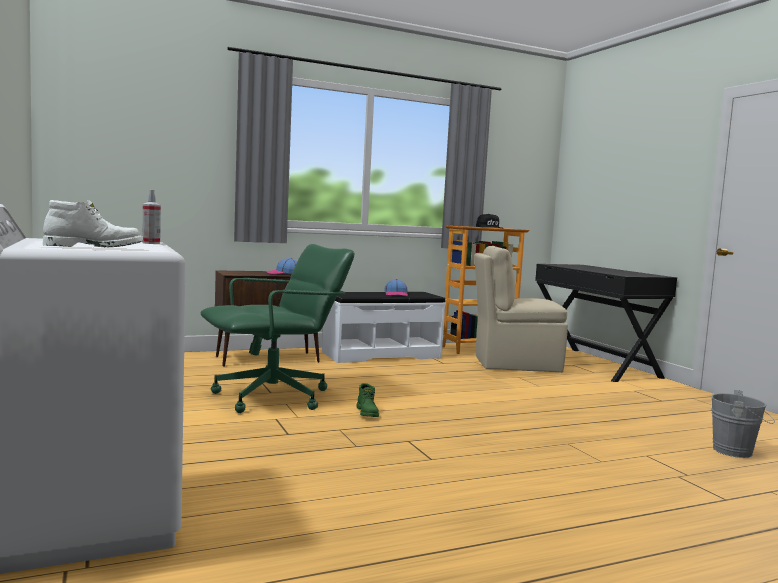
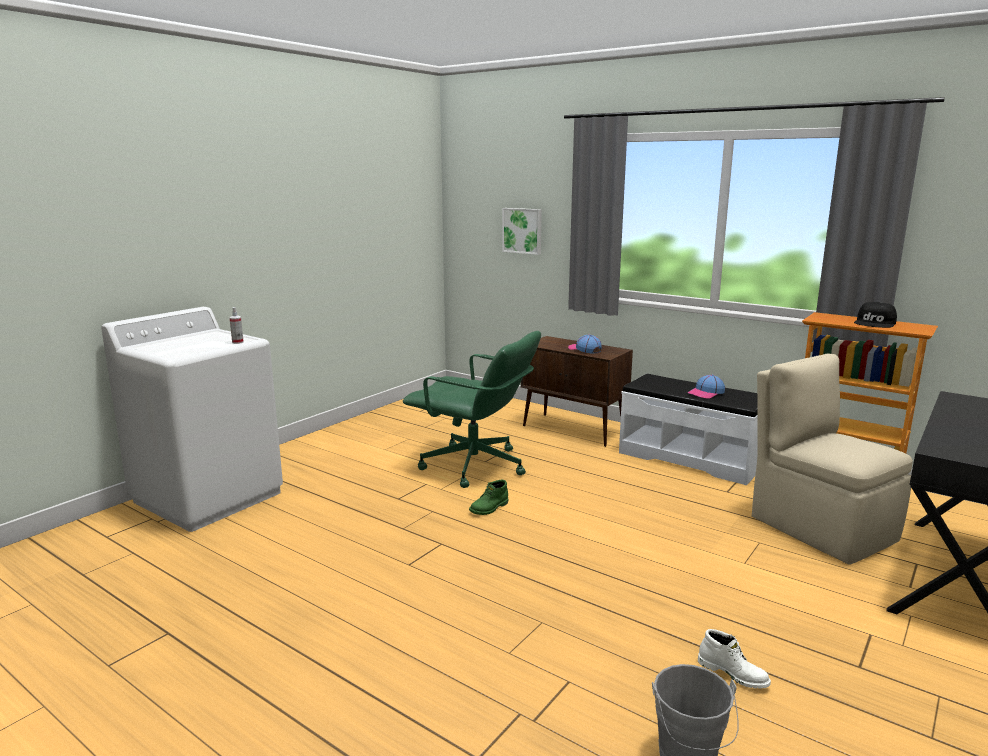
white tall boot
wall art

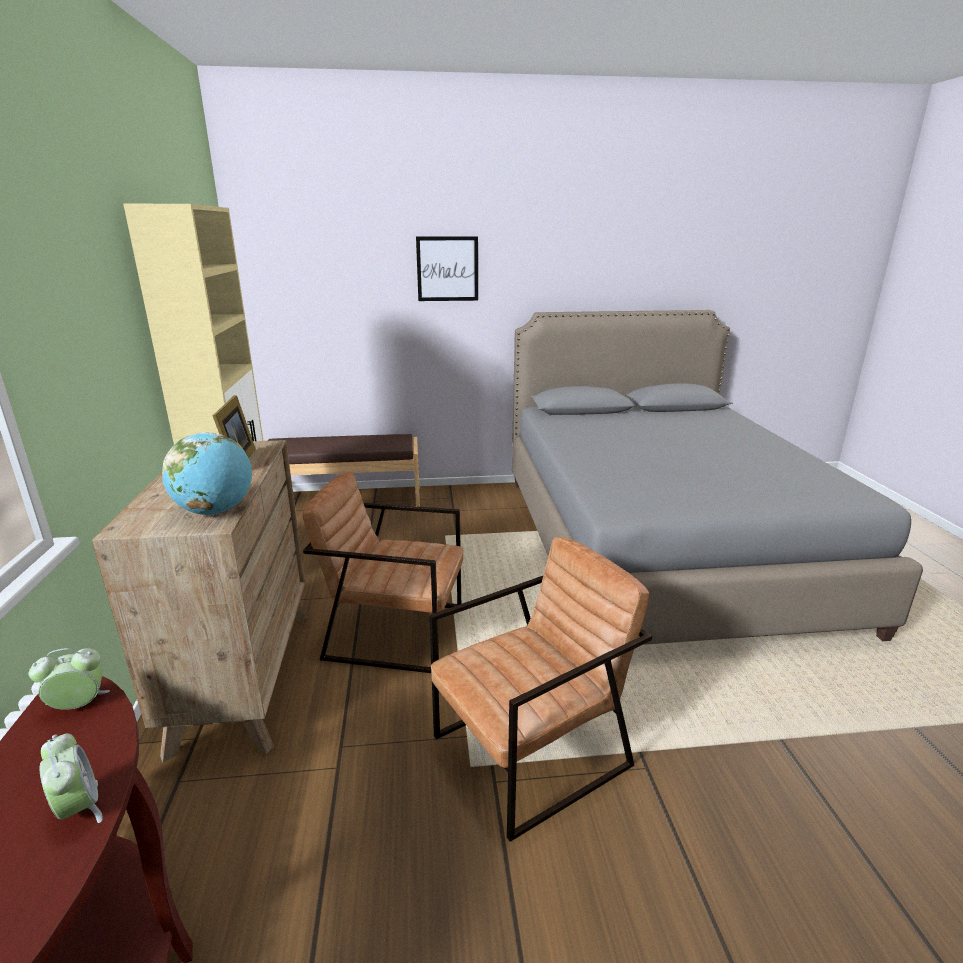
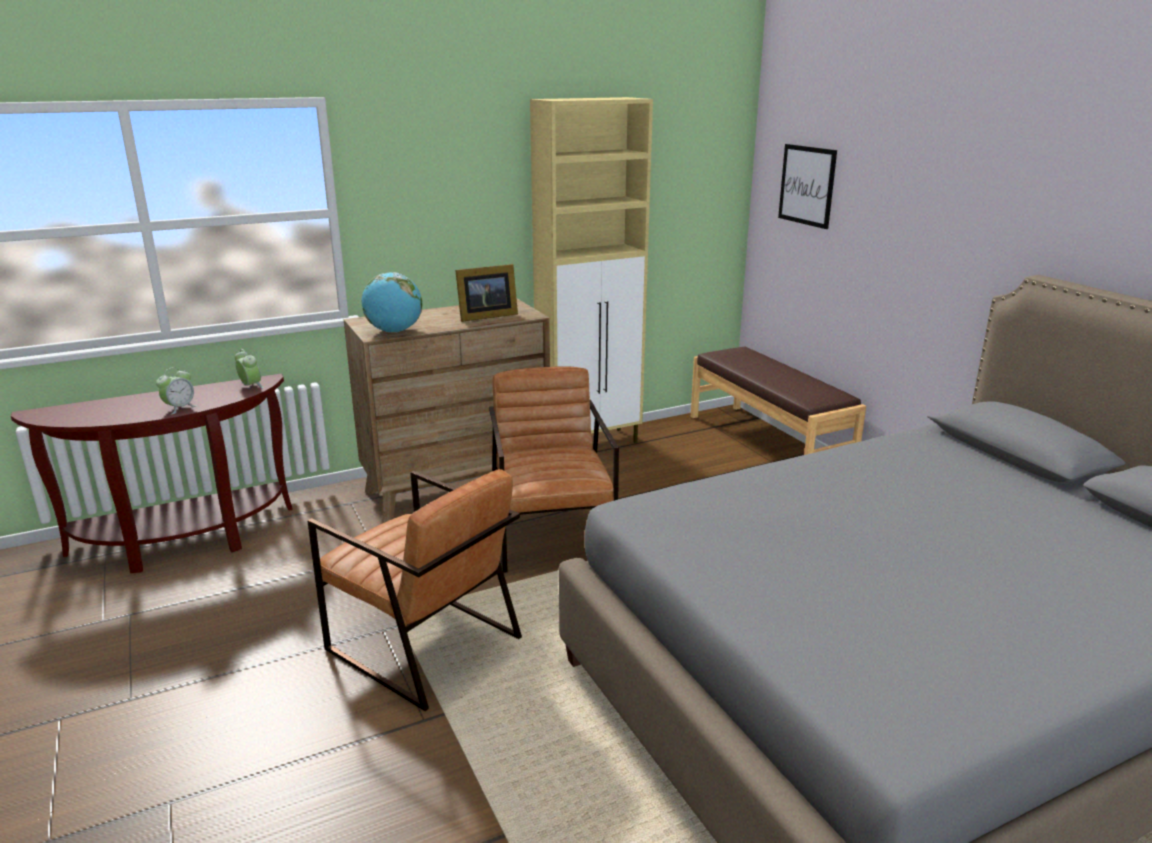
wall art

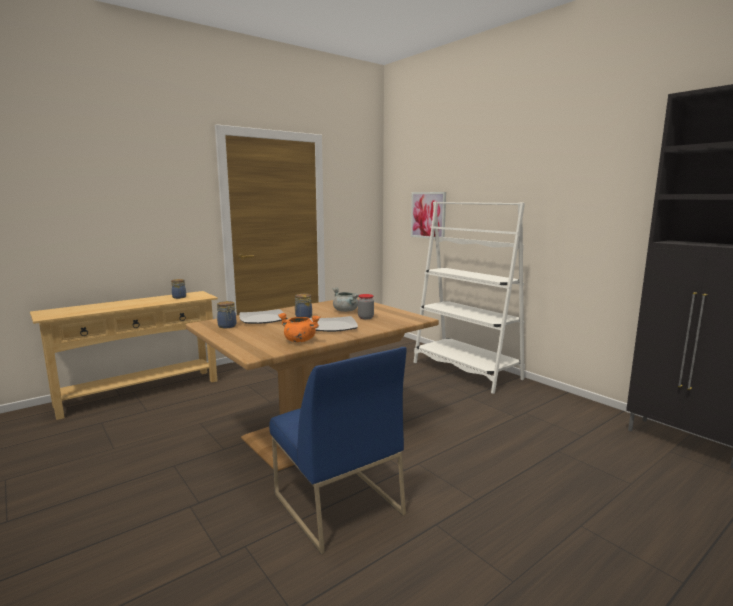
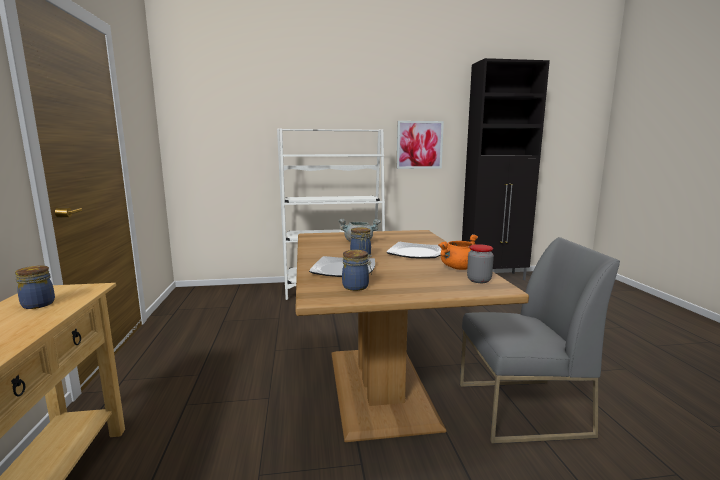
wall art
storage jar (4th from left)
gray upright chair

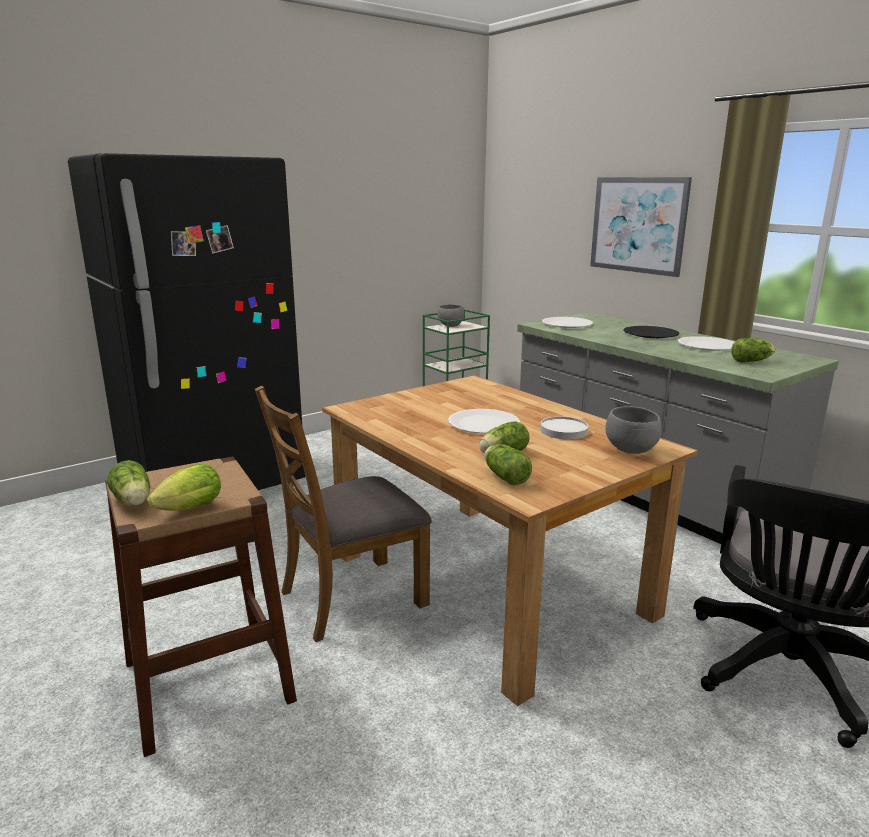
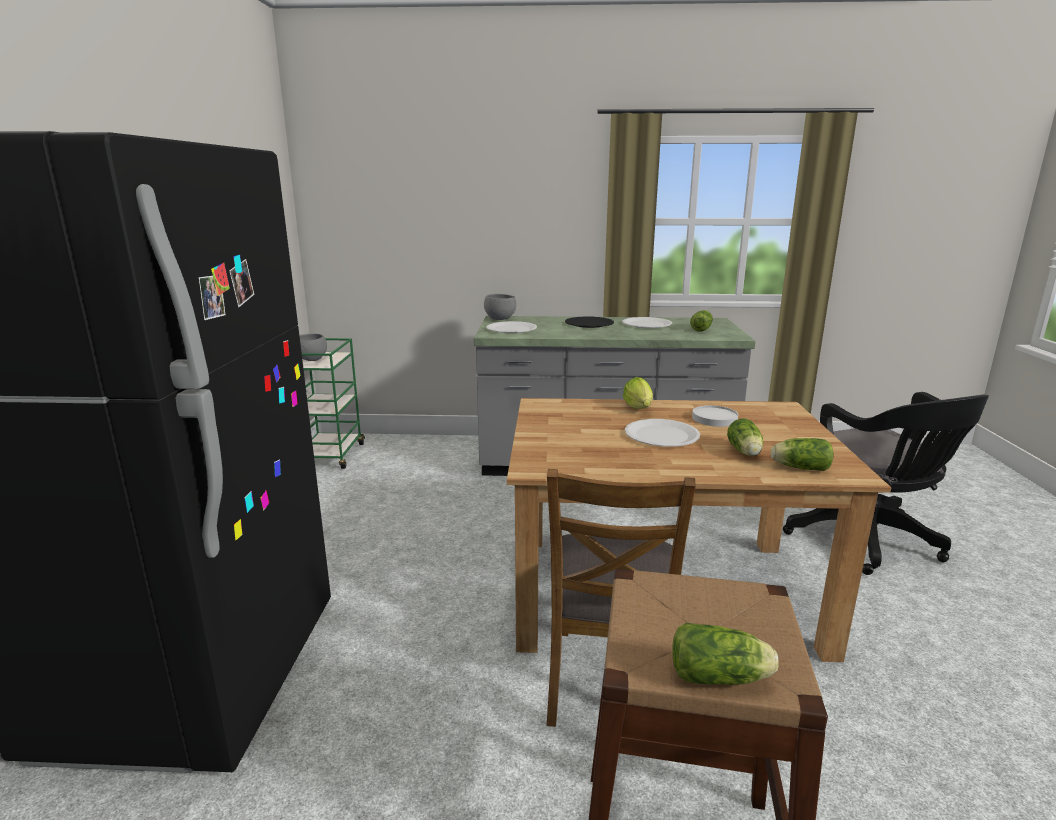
wall art
gray bowl (2nd from left)
lettuce head (1st from left)

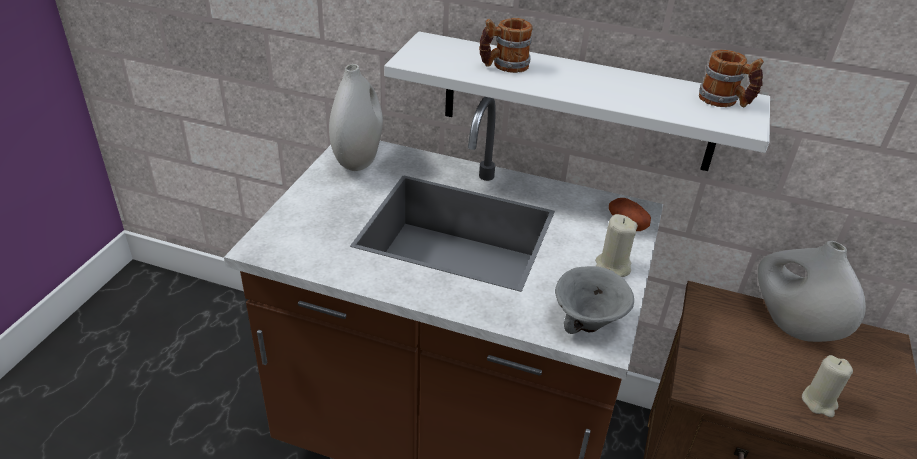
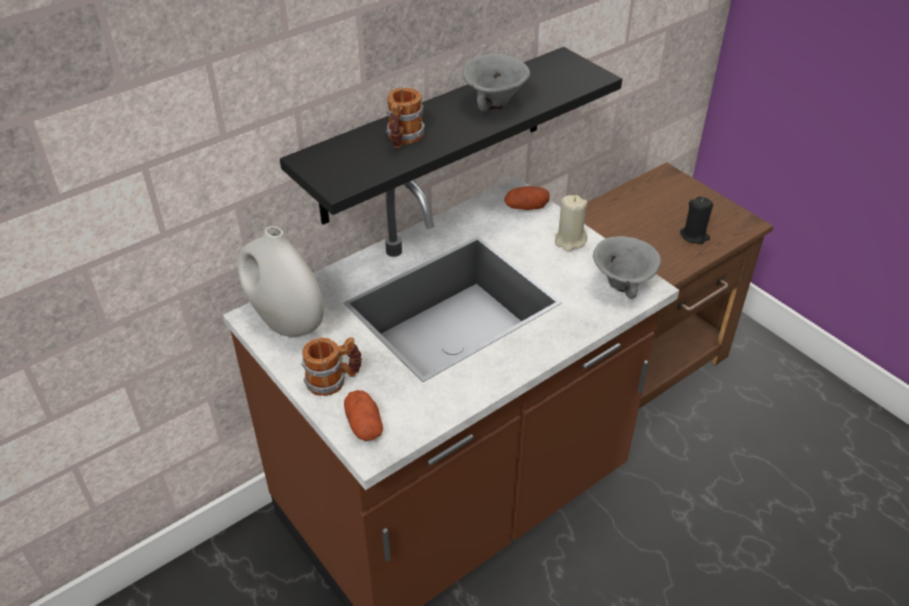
black-coloured shelf
coffee mug (1st from left)
white vase (2nd from left in the first image)
black-coloured candle
gray bowl (1st from left)
spud (1st from left)

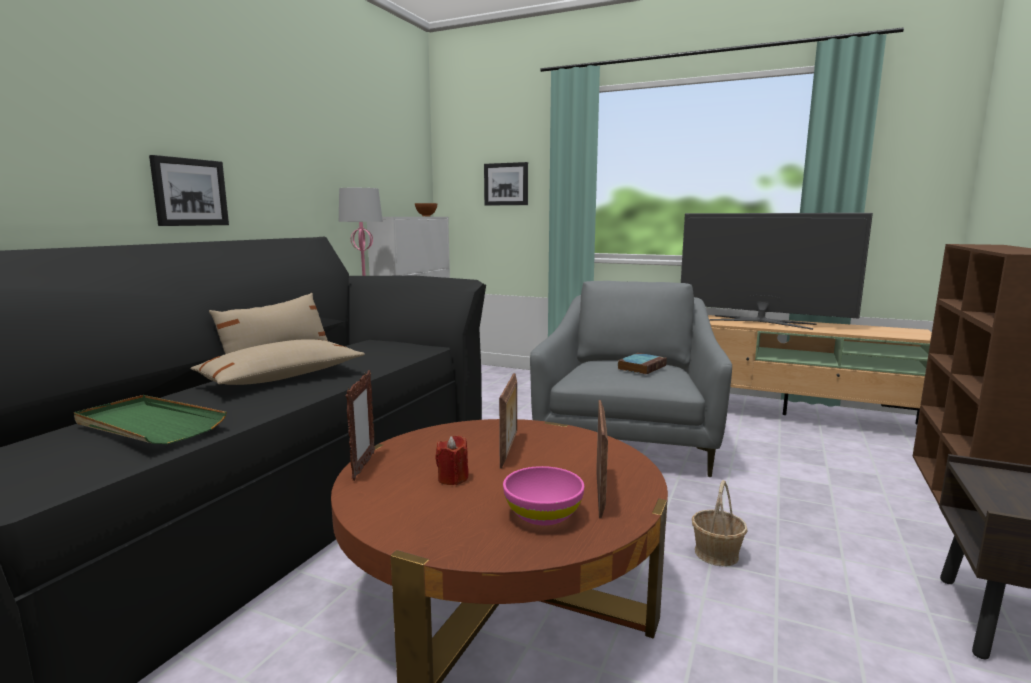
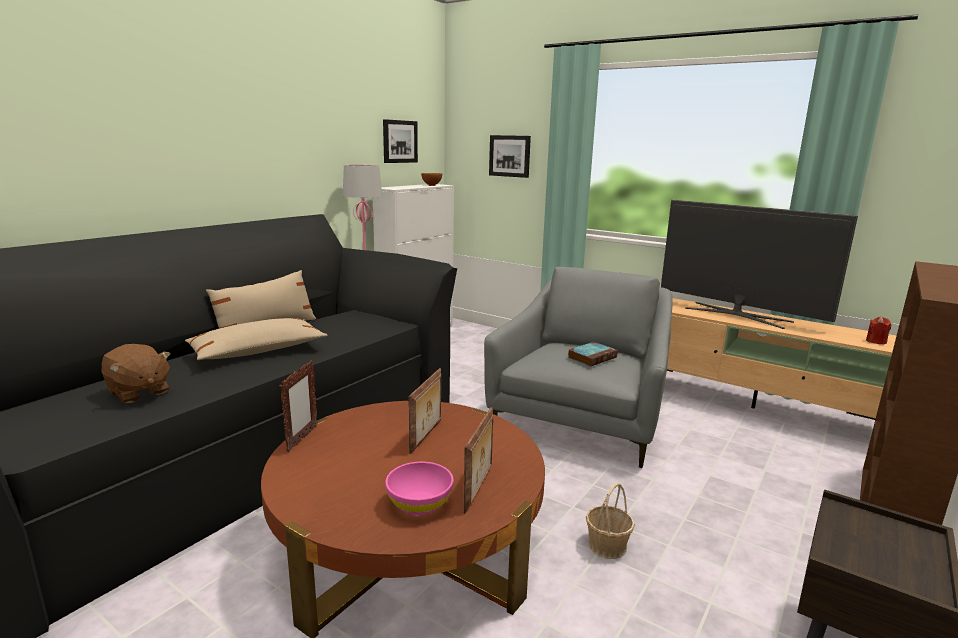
wall art (1st from left)
brown plush toy
reddish candle

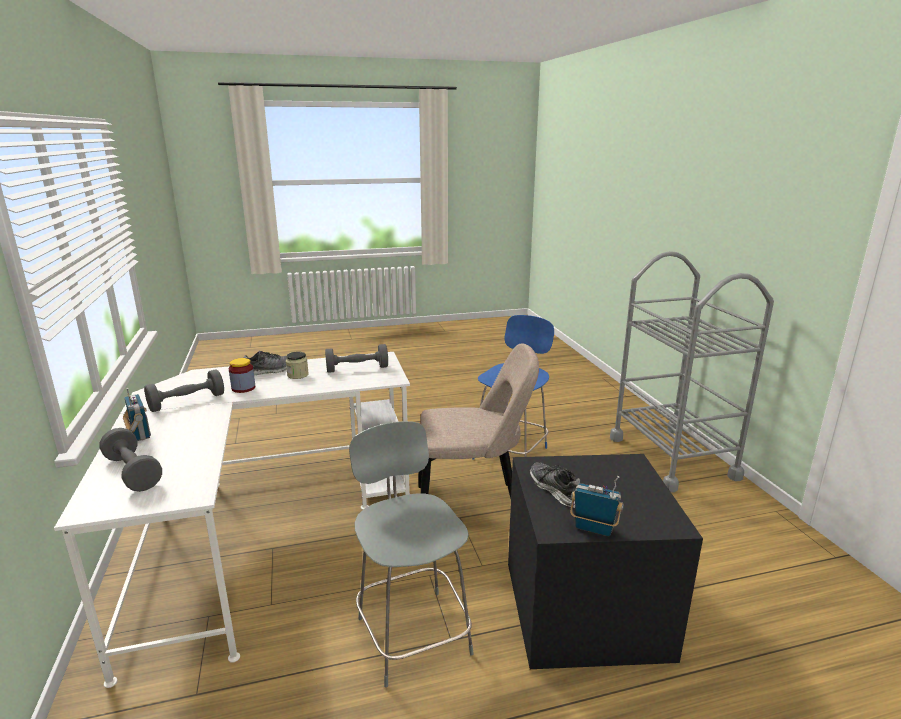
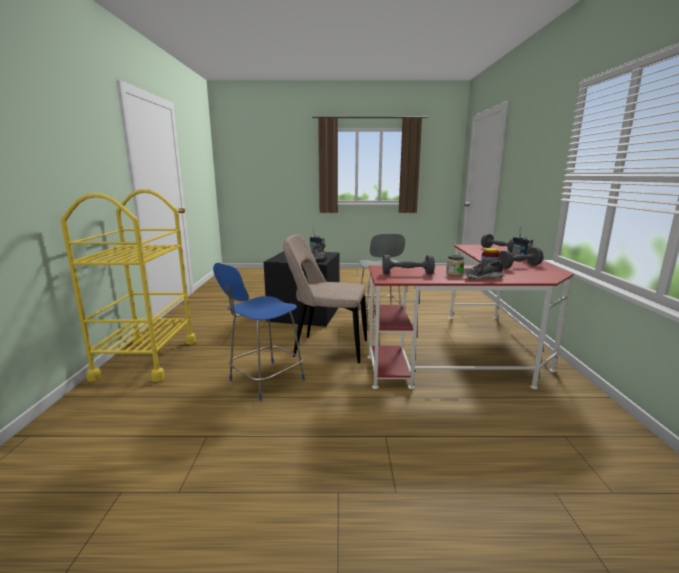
yellow-coloured cart
reddish desk unit

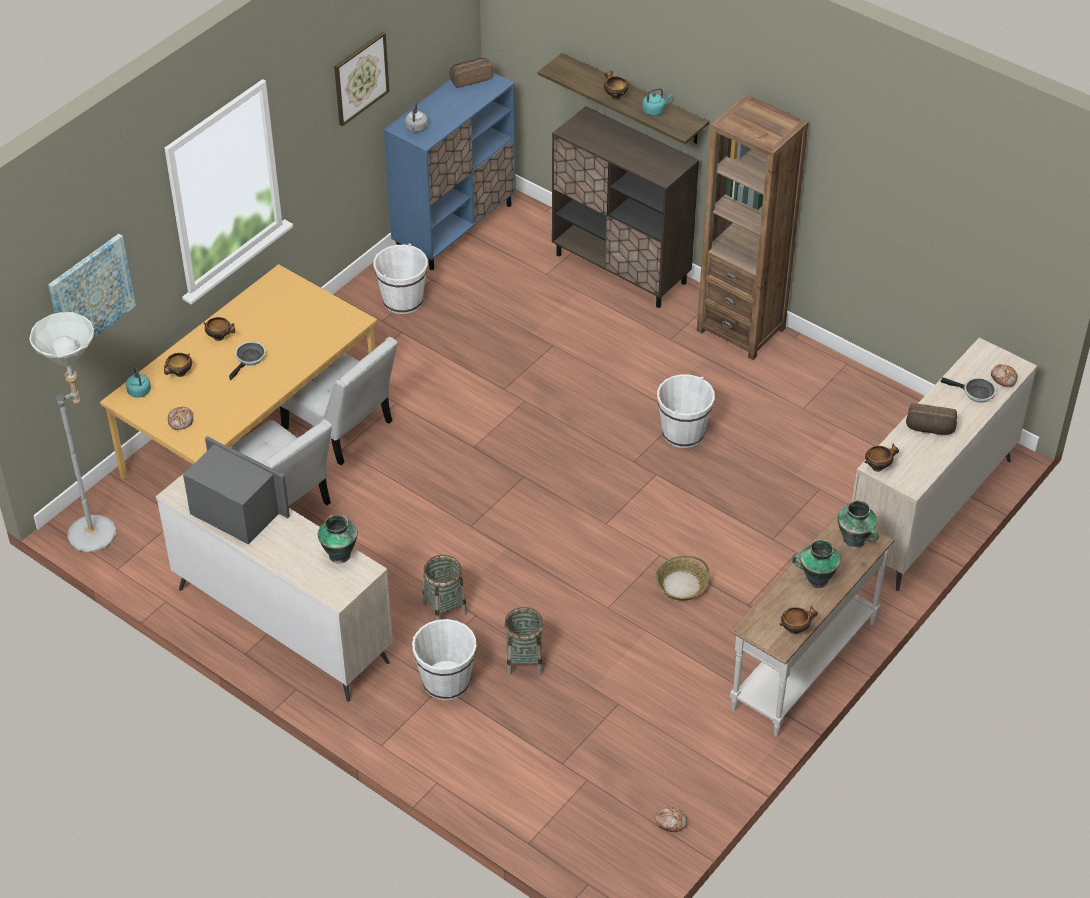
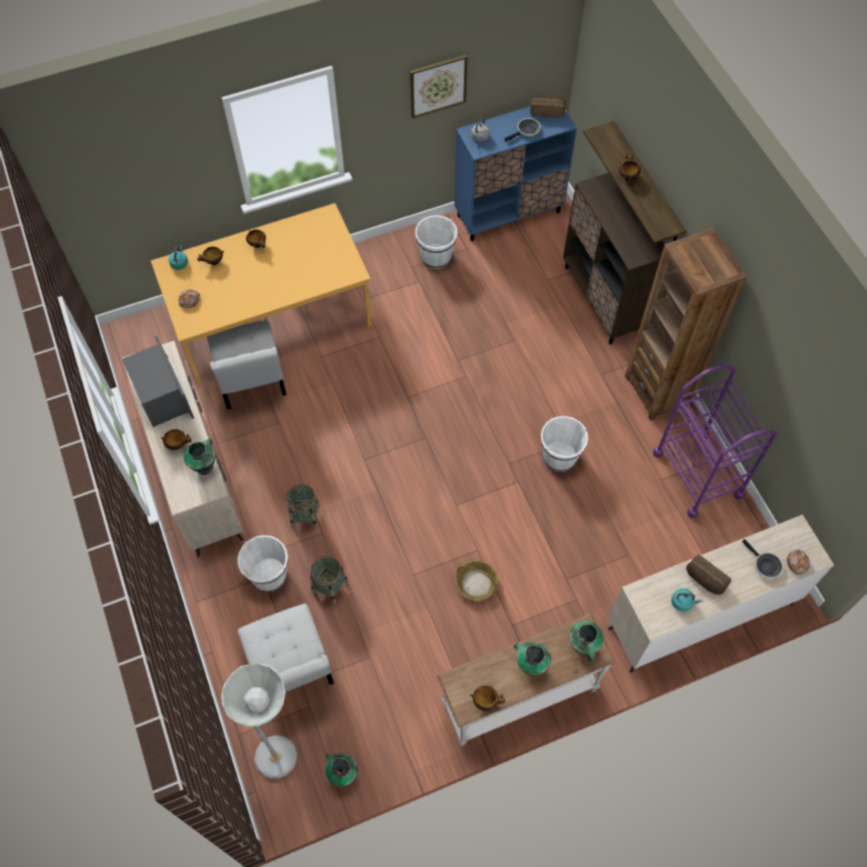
blue-green water kettle (2nd from left)
wall art (1st from left in the first image)
gray floor lamp
white upright chair (2nd from left)
frying pan (1st from left)
bowl (1st from left)
vase (2nd from left)
purplish cart

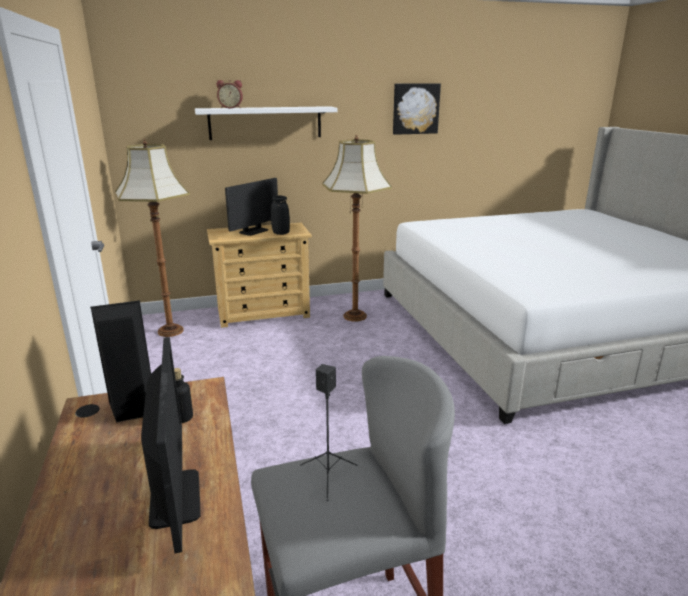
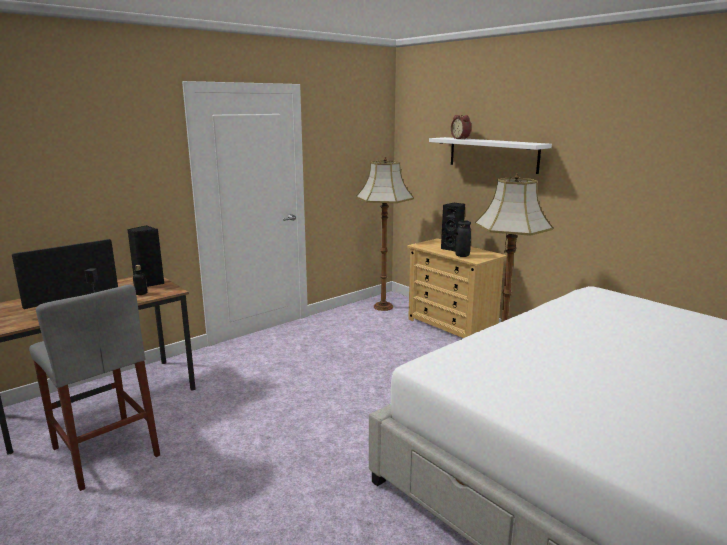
wall art
black-coloured audio speaker (3rd from left)

